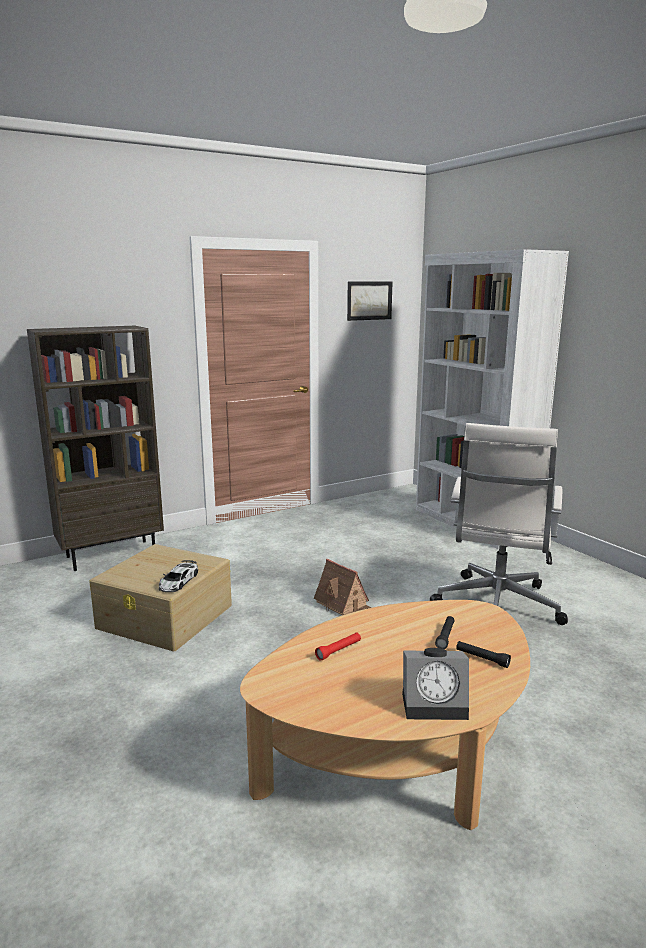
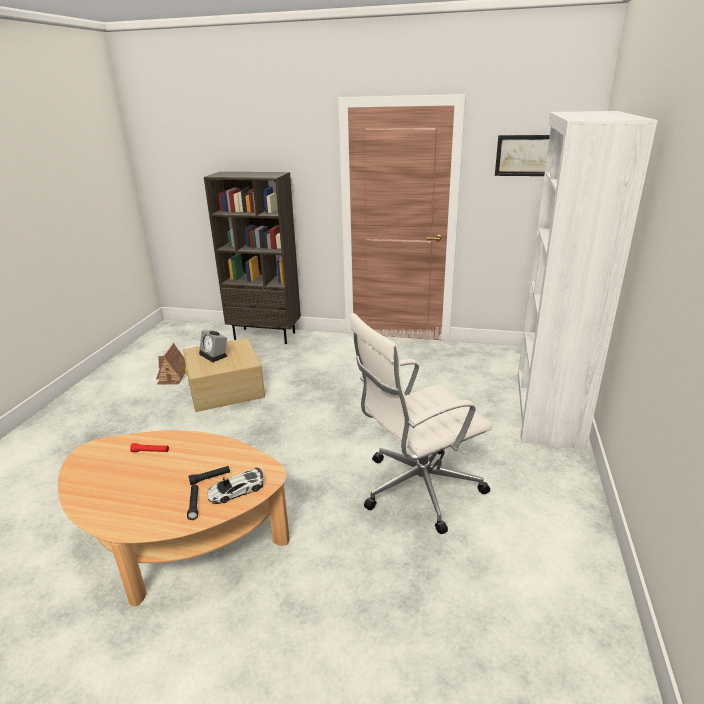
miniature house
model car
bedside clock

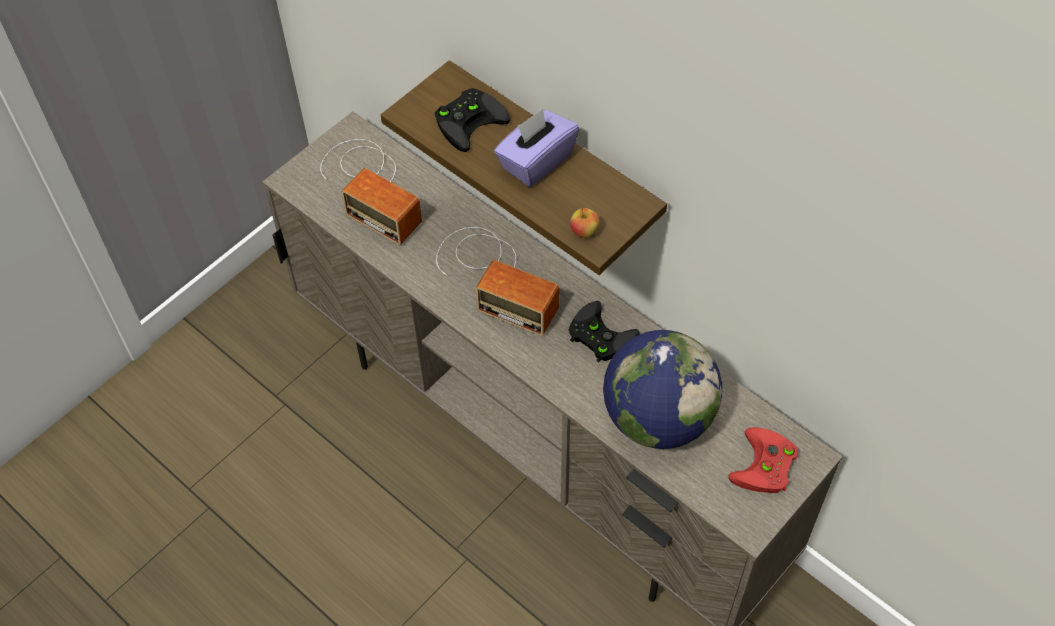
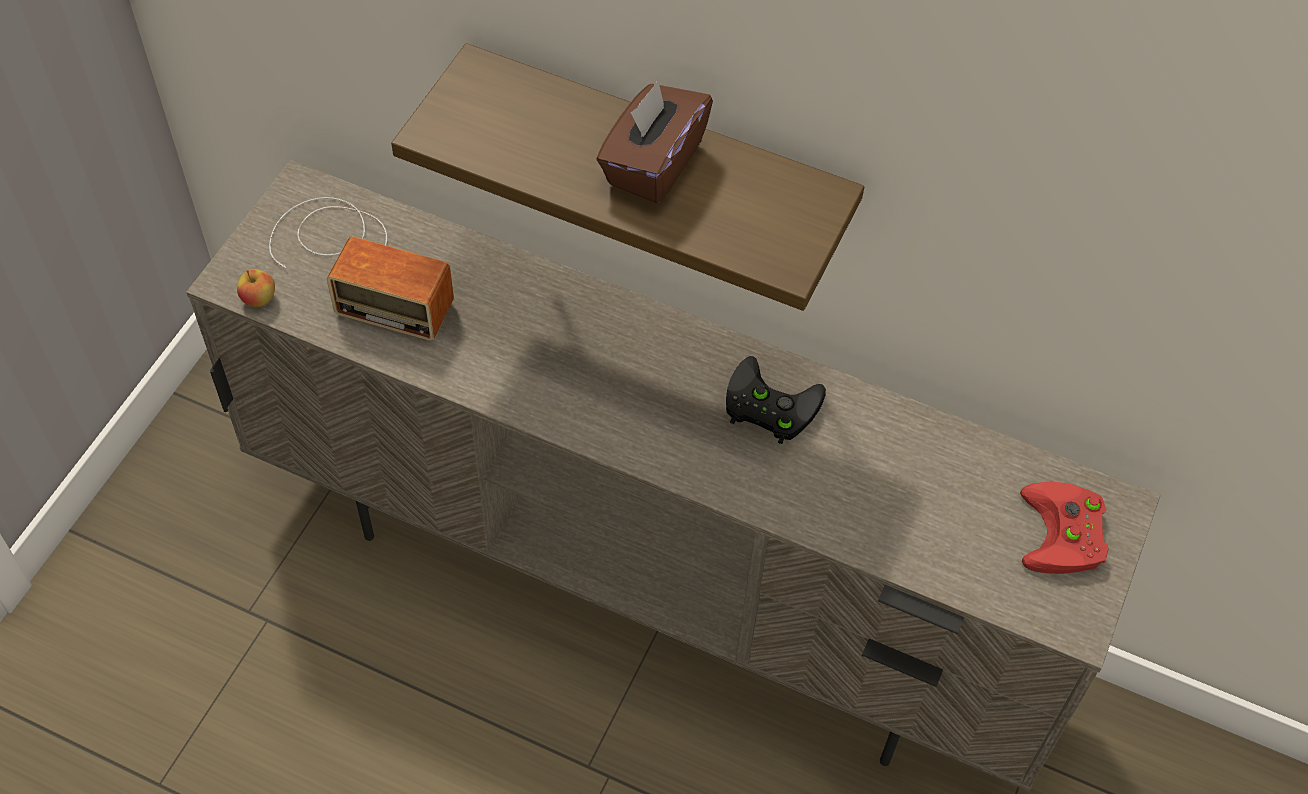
black-coloured gamepad (1st from left in the first image)
brown tissue holder
apple fruit
radio (2nd from left in the first image)
globe

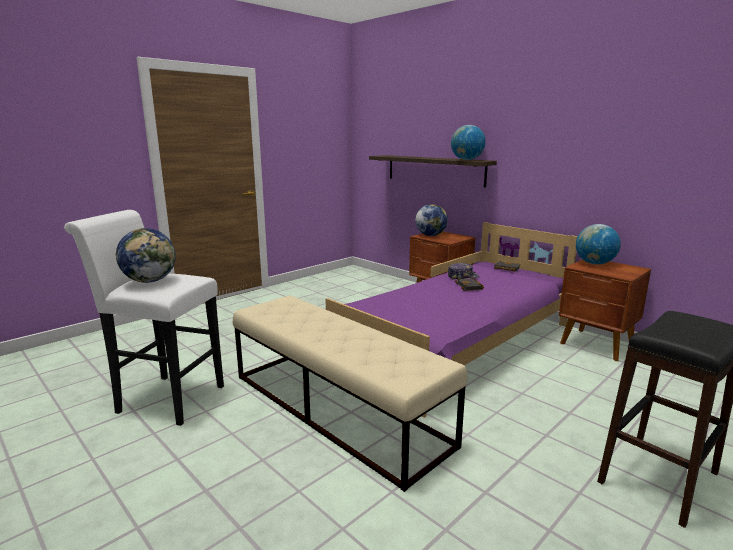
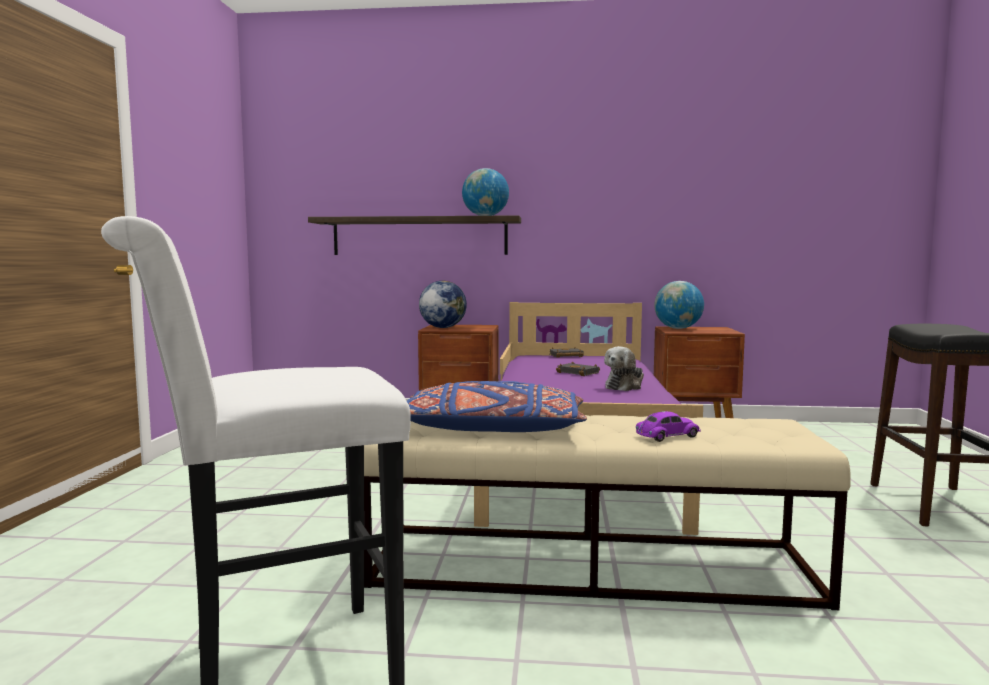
globe (1st from left in the first image)
cap
plush toy
blue cushion
purplish model car

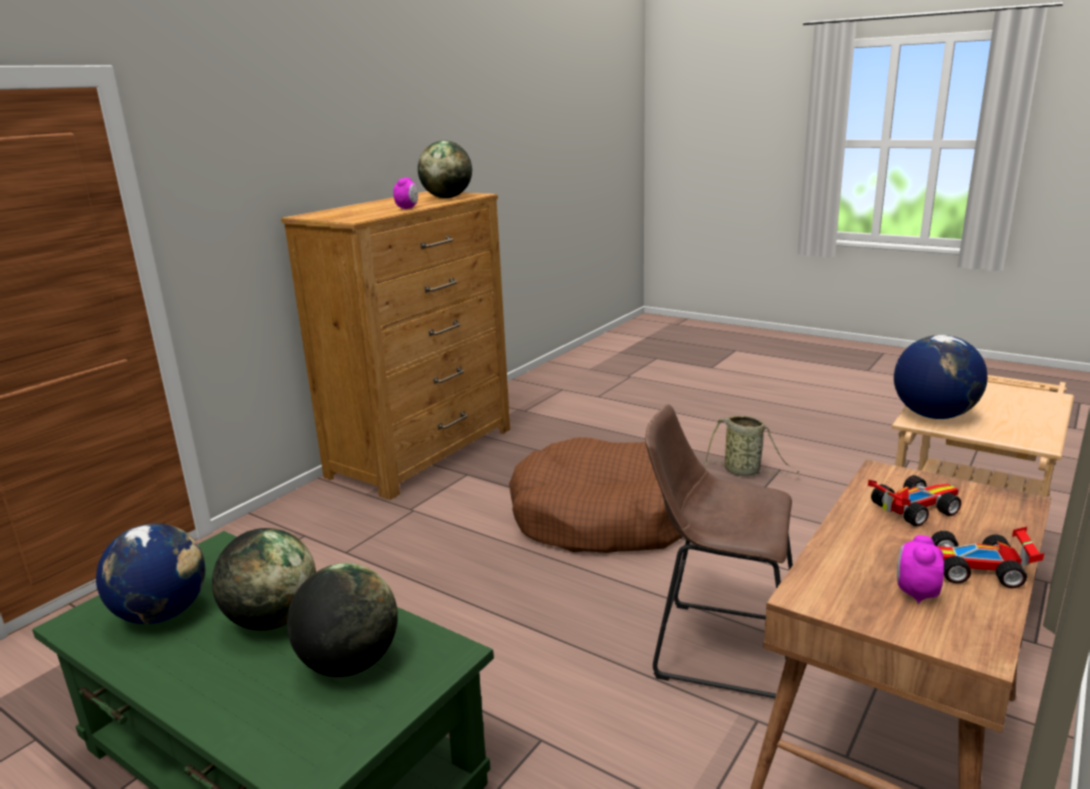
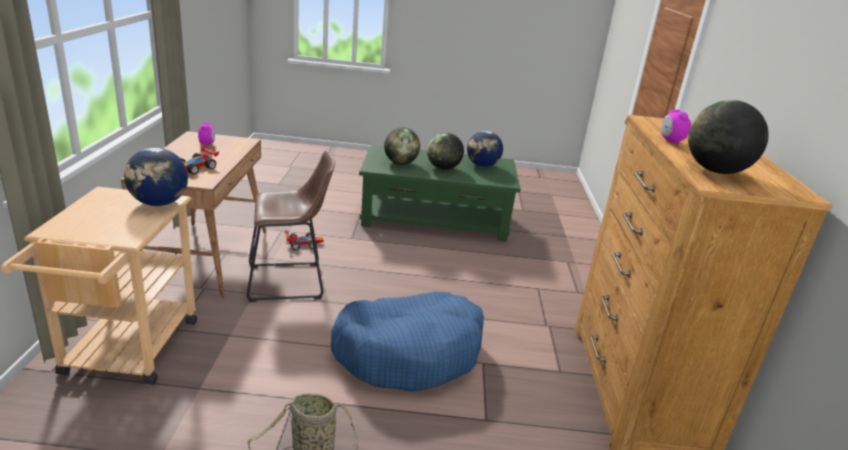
blue pet bed
model car (2nd from left)

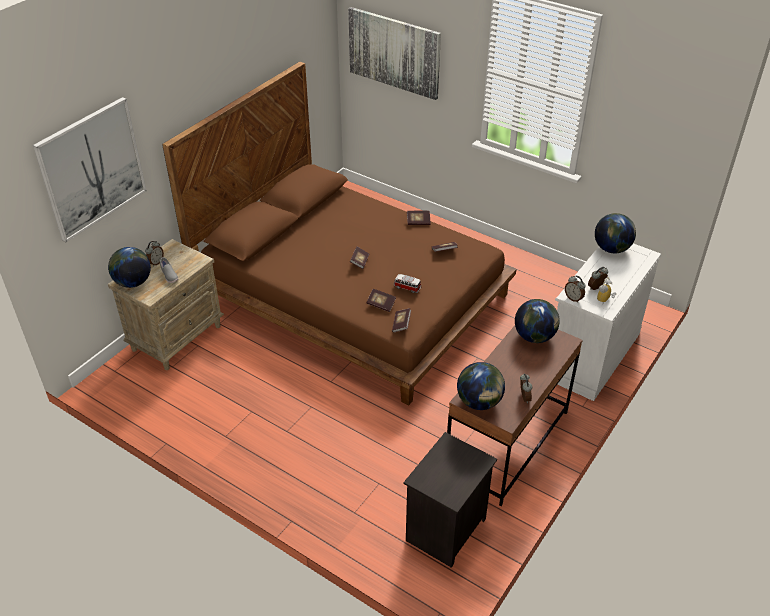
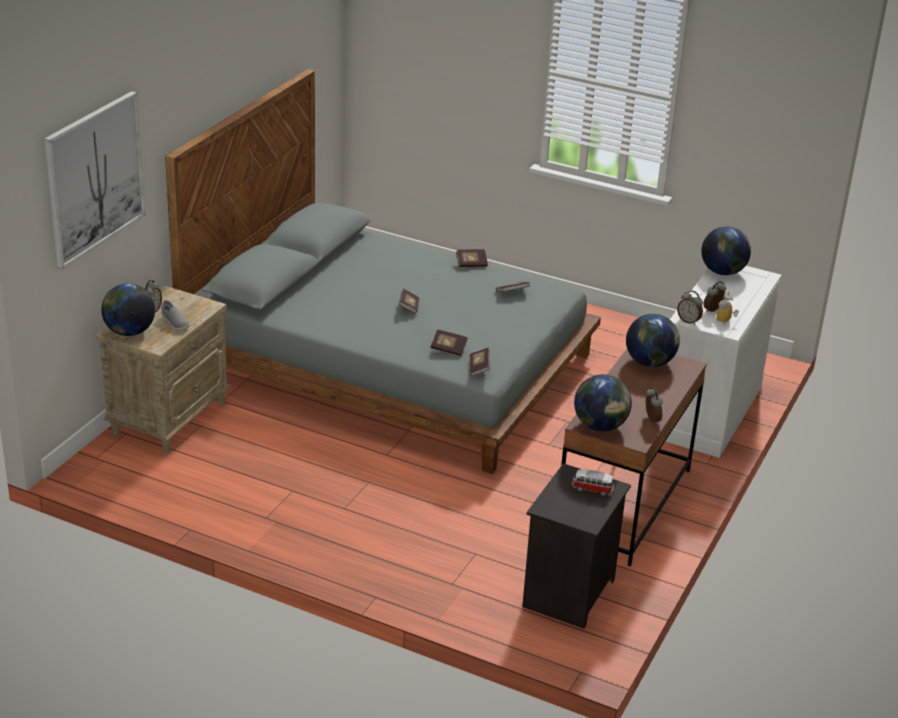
wall art (2nd from left in the first image)
gray bedroom bed
model car

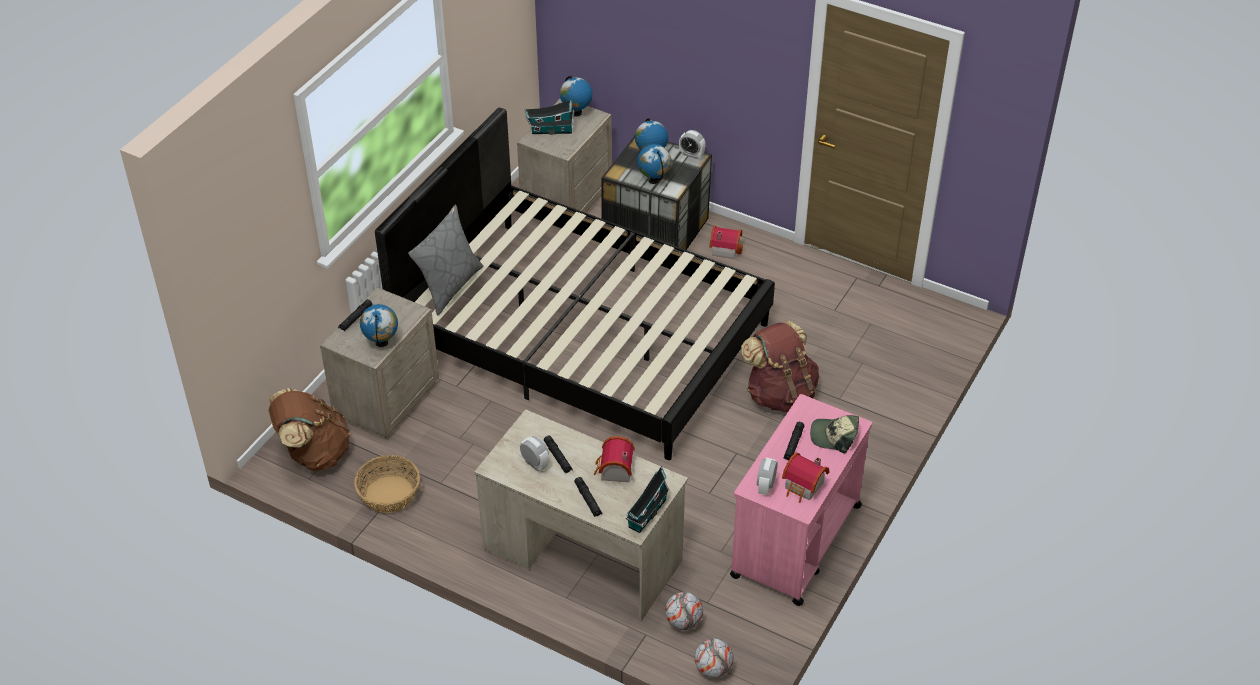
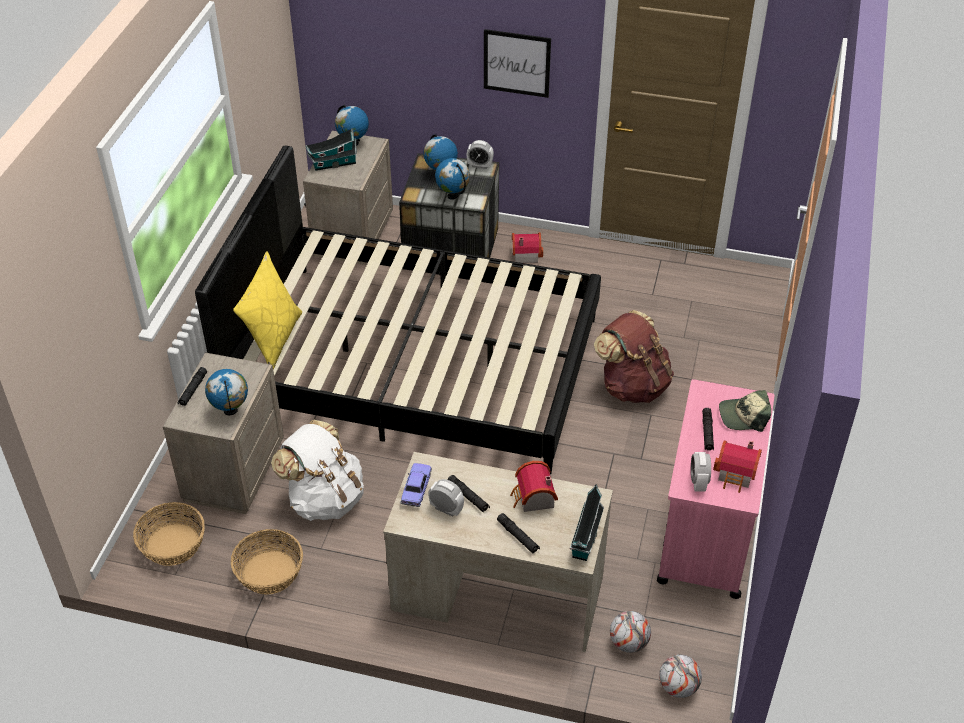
yellow-coloured cushion
basket (1st from left)
wall art
white knapsack
model car

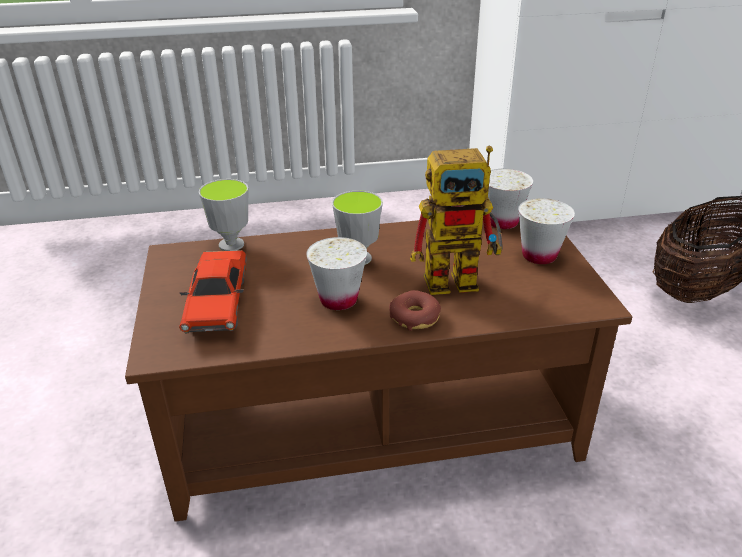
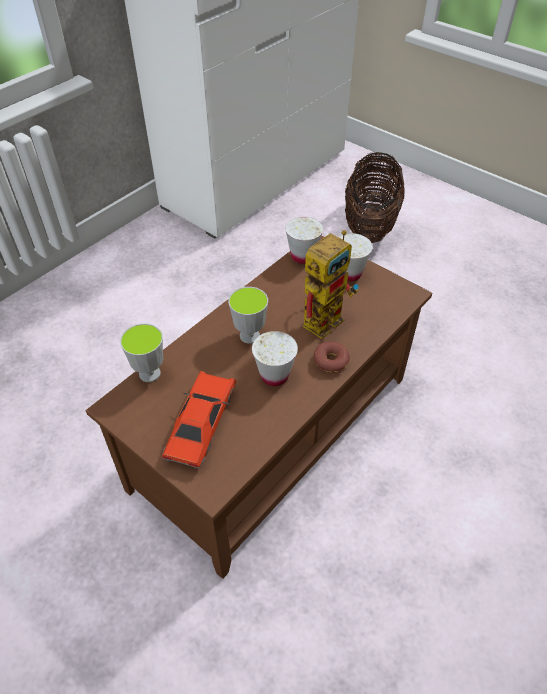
reddish model car

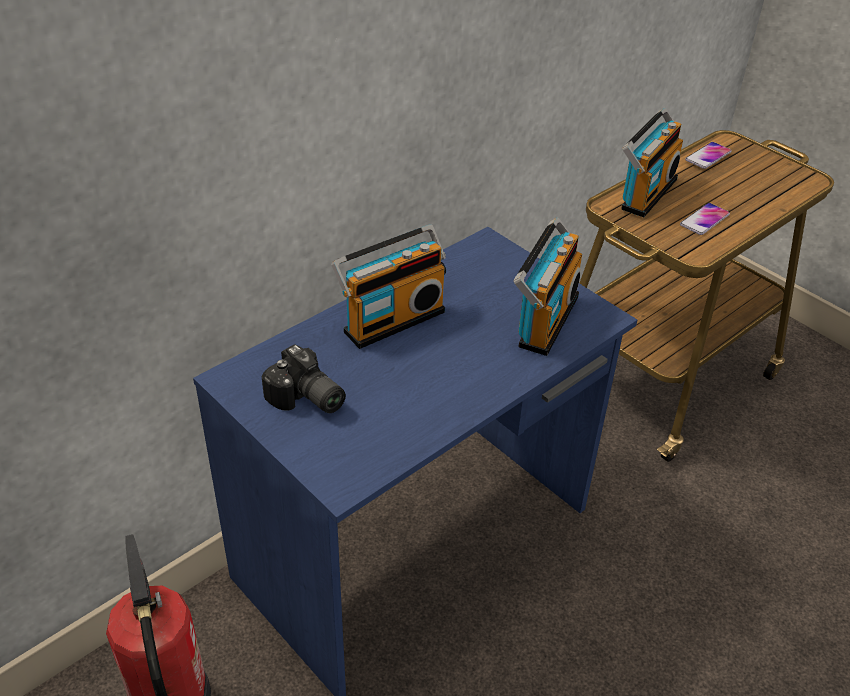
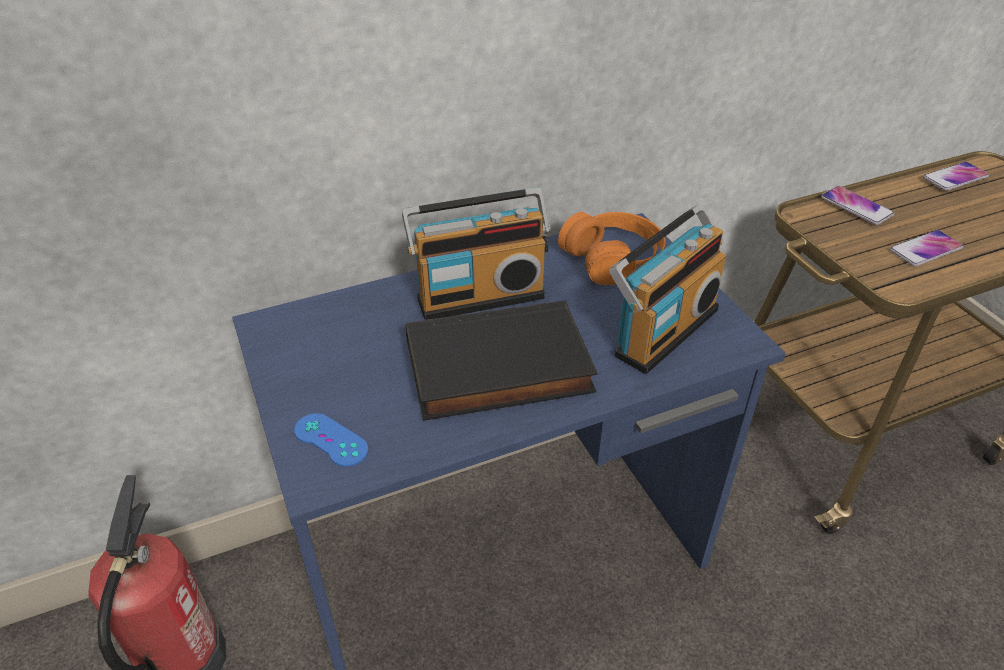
handset (1st from left)
photo camera
orangey headset
black-coloured bound book
blue gamepad

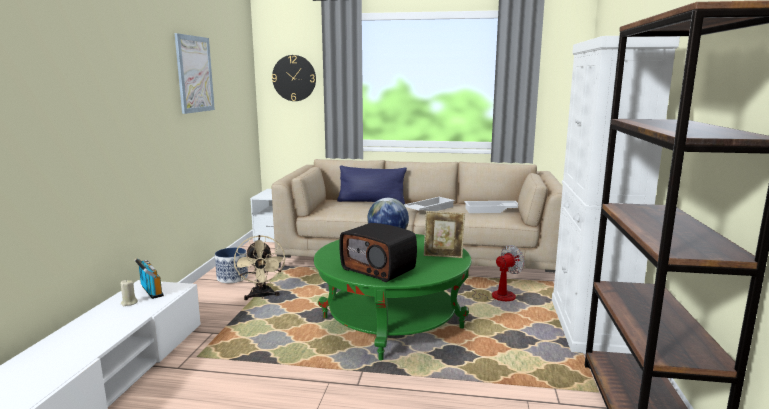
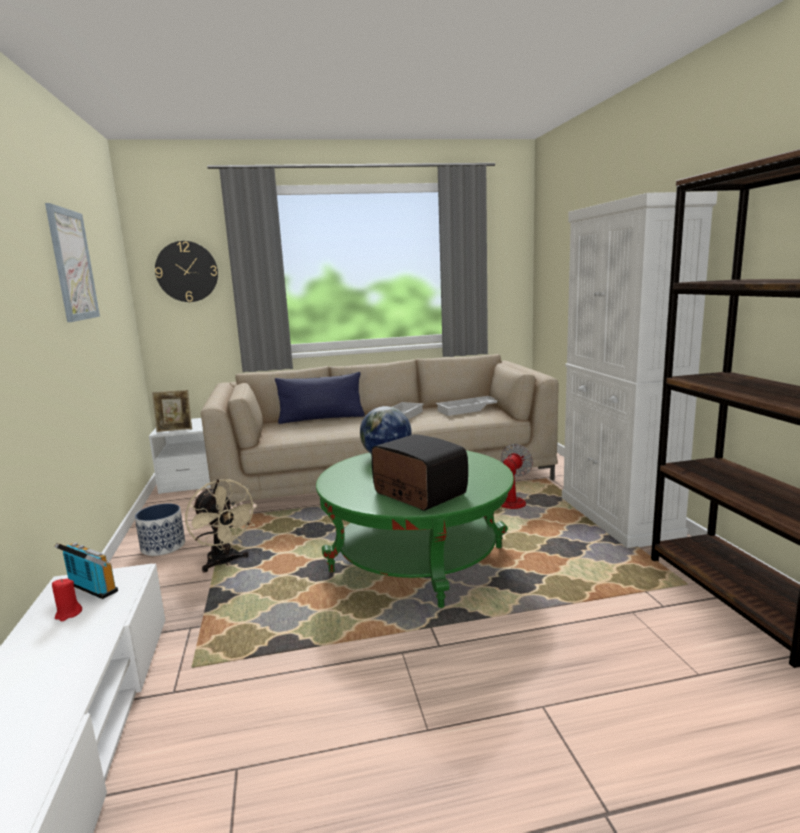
standing frame
radio (2nd from left)
reddish candle

